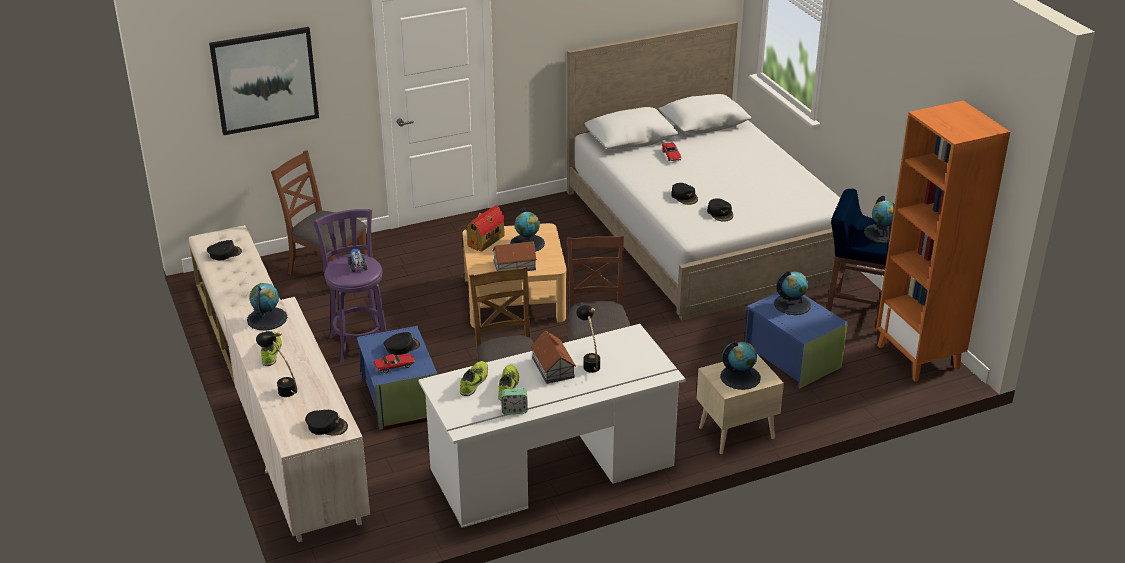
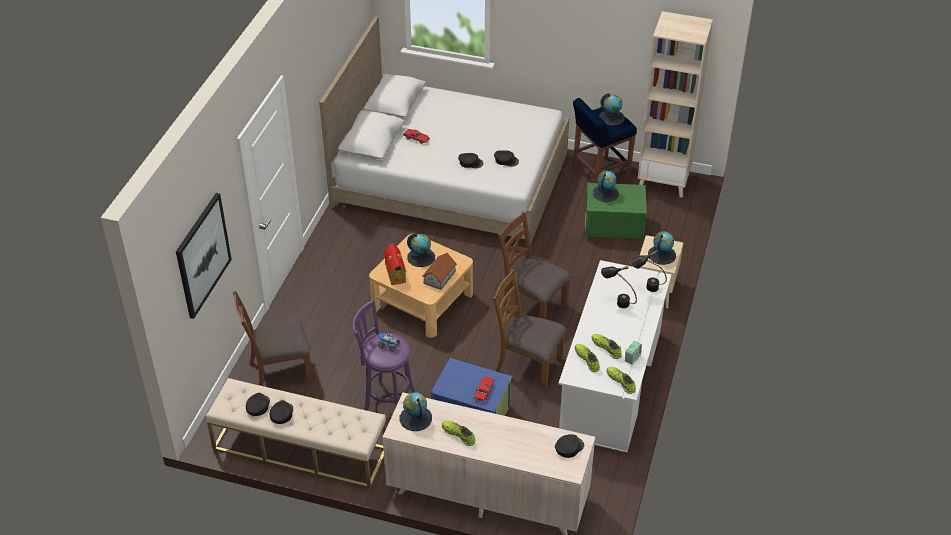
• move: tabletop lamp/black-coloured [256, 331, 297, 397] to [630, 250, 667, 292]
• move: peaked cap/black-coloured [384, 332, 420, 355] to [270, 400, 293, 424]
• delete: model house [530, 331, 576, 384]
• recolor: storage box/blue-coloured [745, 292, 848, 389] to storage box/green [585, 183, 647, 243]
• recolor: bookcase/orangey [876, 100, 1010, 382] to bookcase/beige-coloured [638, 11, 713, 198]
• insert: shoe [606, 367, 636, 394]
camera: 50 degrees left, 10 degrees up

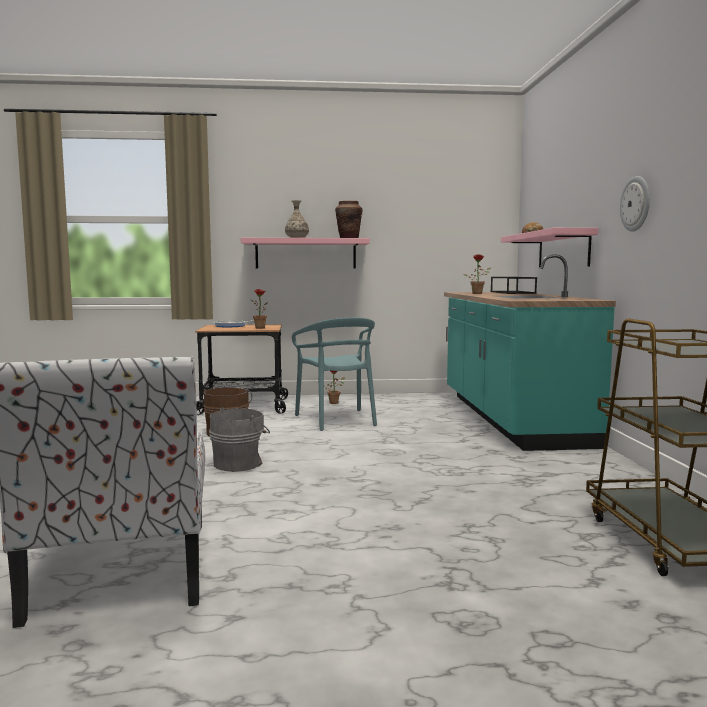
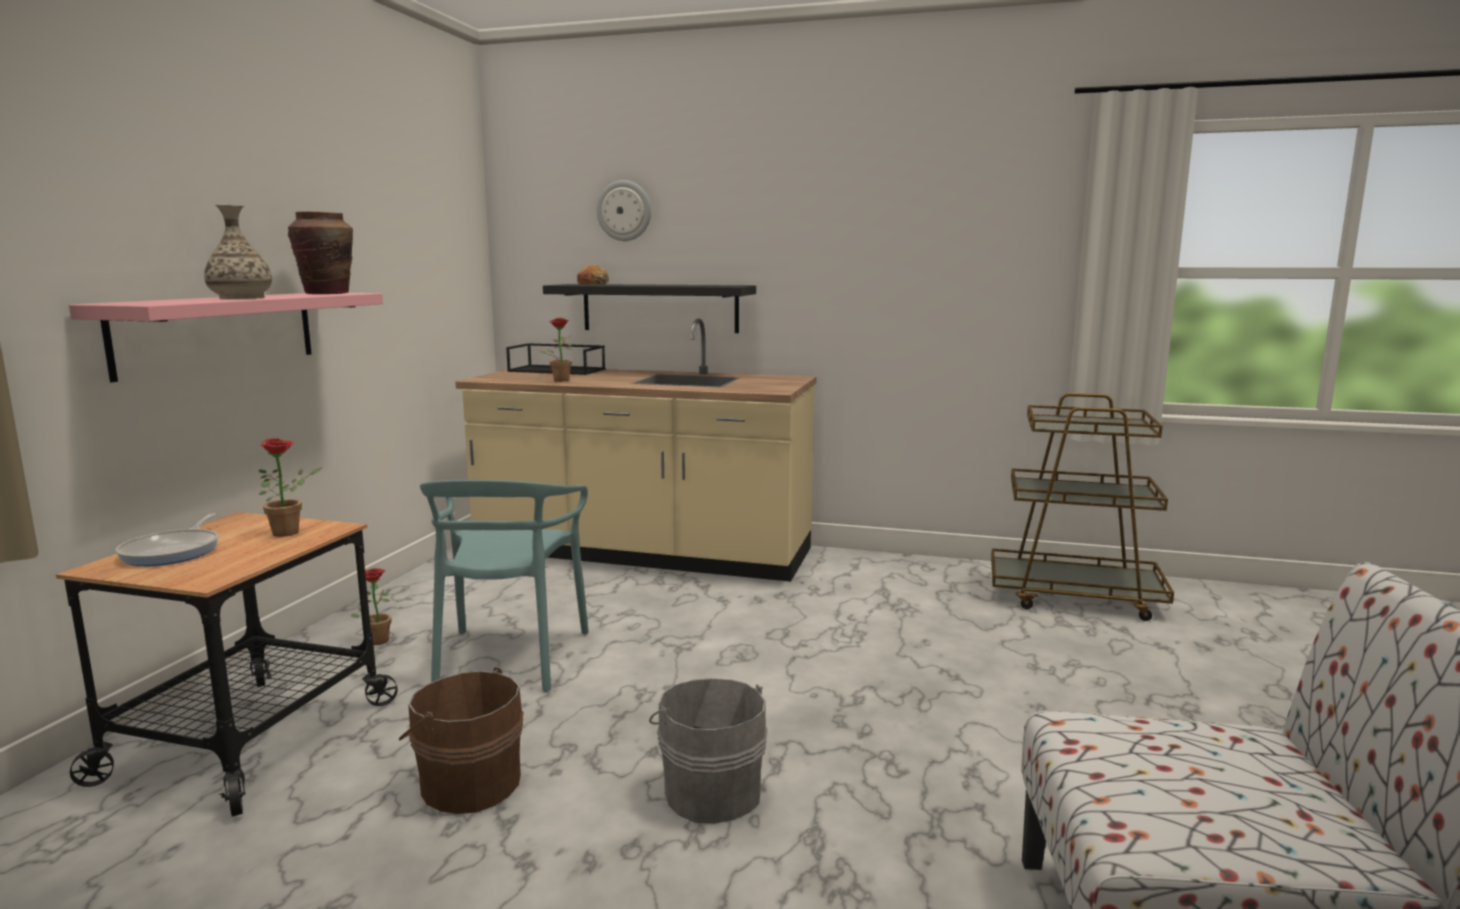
• rotate: chair/turquoise-coloured [292, 318, 377, 431] = [420, 480, 589, 692] 90 degrees clockwise
• recolor: counter/turquoise-coloured [444, 254, 616, 451] to counter/beige-coloured [455, 318, 817, 582]
• recolor: bracket shelf/pink-coloured [501, 228, 598, 268] to bracket shelf/black-coloured [543, 284, 756, 333]
• move: wall clock [620, 176, 650, 232] to [597, 180, 651, 241]
camera: 70 degrees left, 5 degrees up

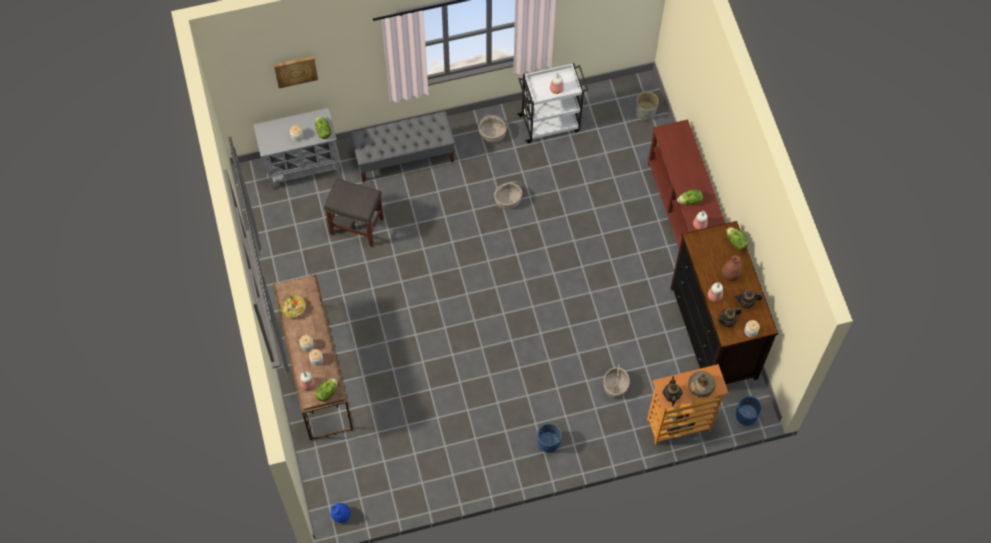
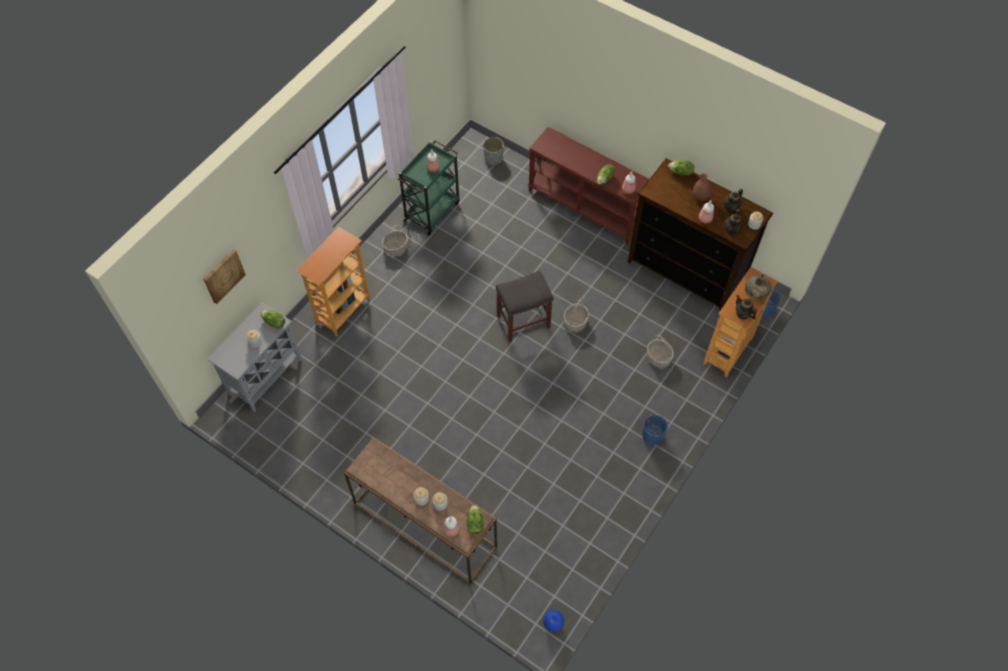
• delete: serving bowl [280, 294, 305, 318]
• move: stool seat/gray [324, 178, 384, 247] to [496, 270, 553, 343]
• replace: bench/gray [350, 111, 455, 183] to bookcase [296, 226, 370, 336]
• move: basket [494, 181, 522, 209] to [564, 298, 589, 332]
• recolor: wheeled cart/white-coloured [517, 63, 588, 143] to wheeled cart/green [398, 140, 459, 236]
camera: 40 degrees left, 5 degrees down

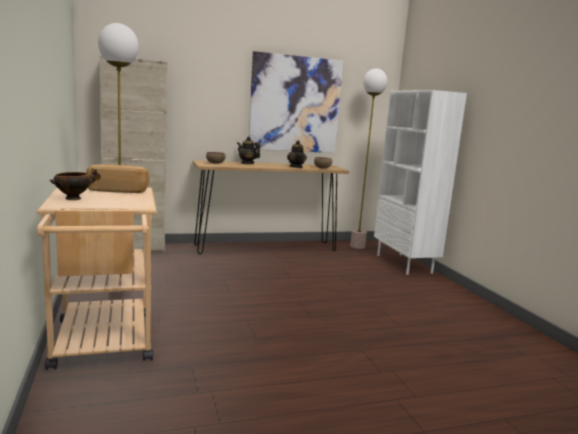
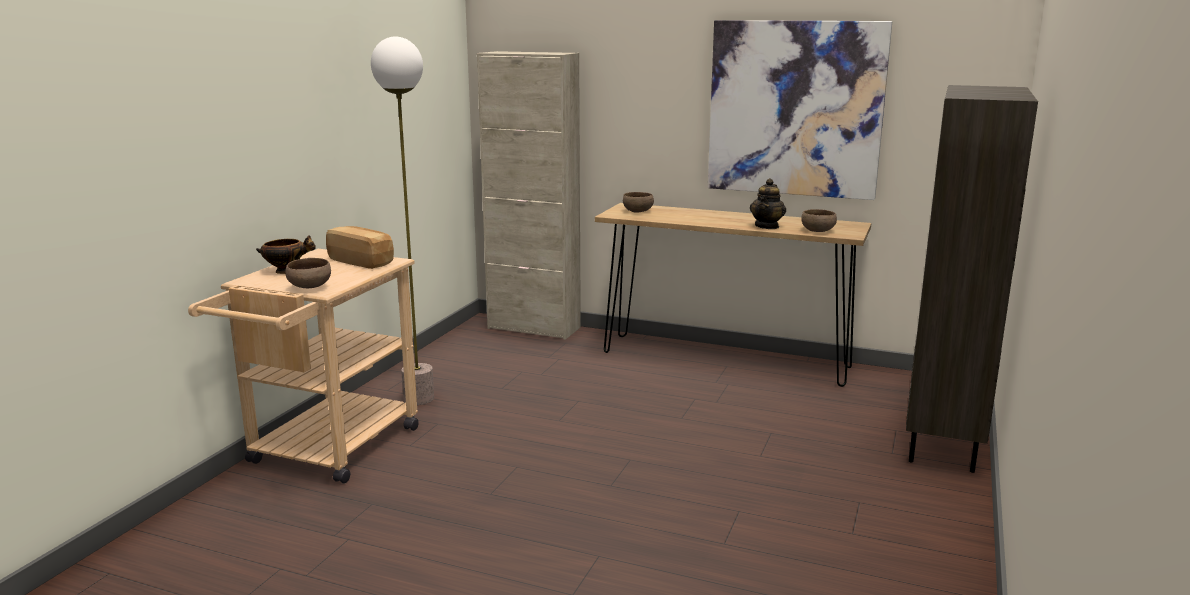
• delete: tea pot [237, 136, 260, 164]
• delete: standing lamp [350, 68, 387, 249]
• recolor: bookcase/white-coloured [374, 90, 467, 275] to bookcase/brown [906, 85, 1038, 473]
• insert: serving bowl/brown [286, 258, 331, 288]
camera: 40 degrees right, 5 degrees up

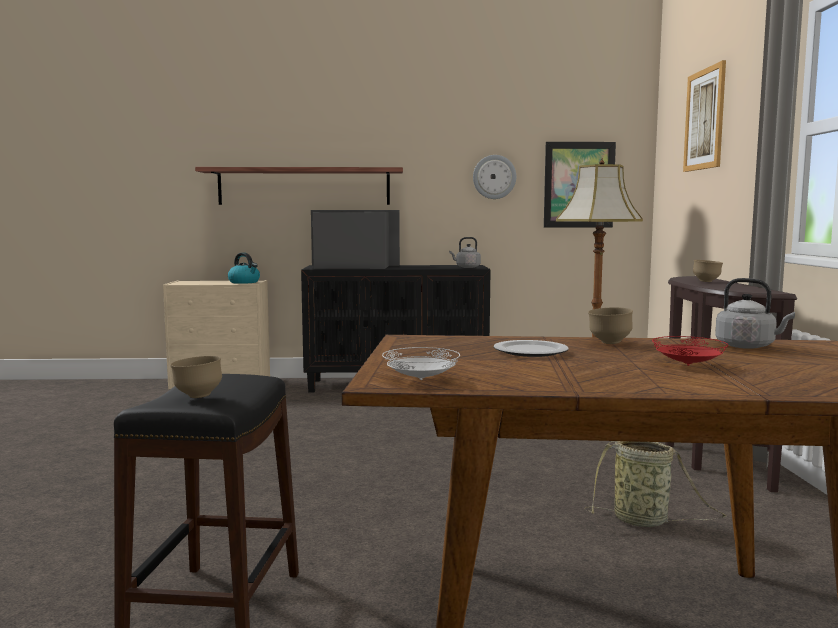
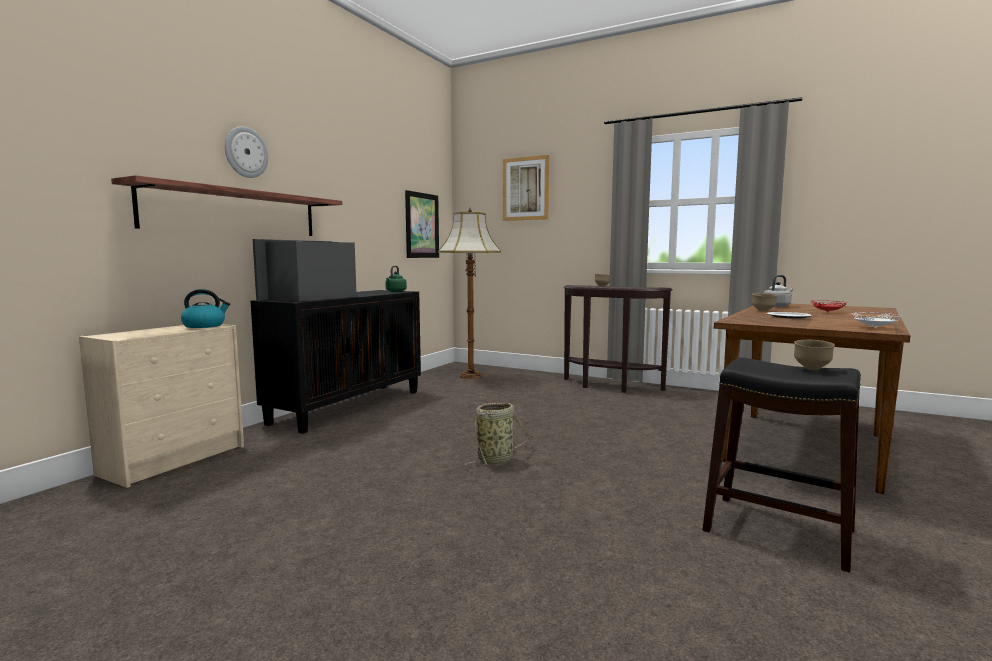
• recolor: water kettle/gray [449, 237, 481, 268] to water kettle/green [385, 266, 407, 292]
• move: wall clock [473, 155, 516, 199] to [225, 126, 268, 178]
• move: basket [584, 441, 726, 527] to [465, 403, 534, 467]
camera: 60 degrees left, 0 degrees up

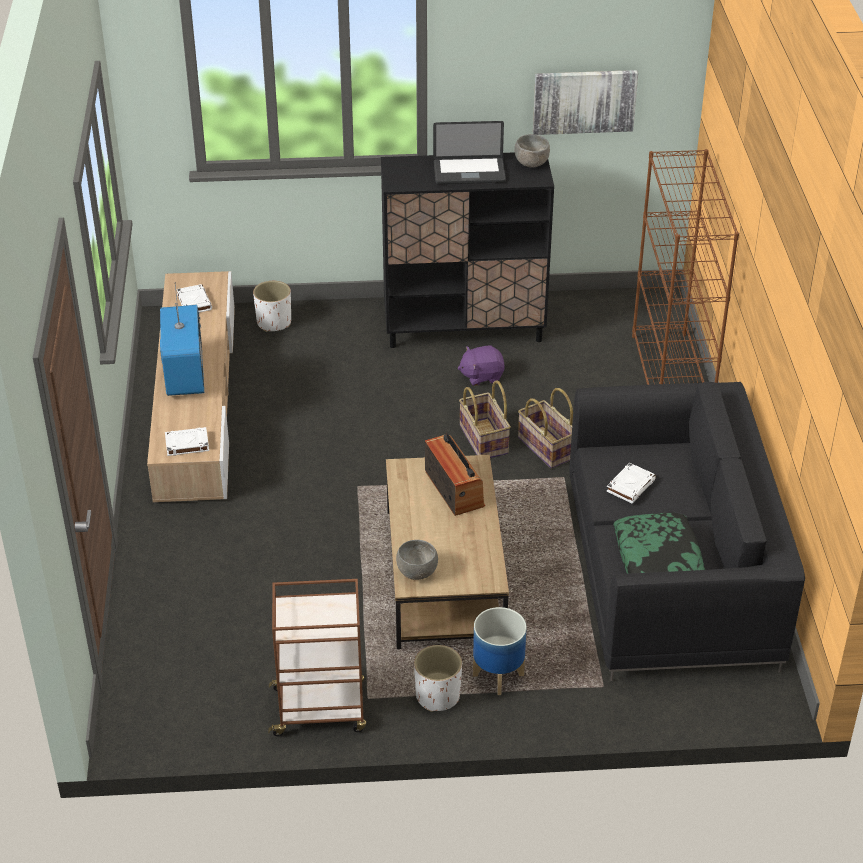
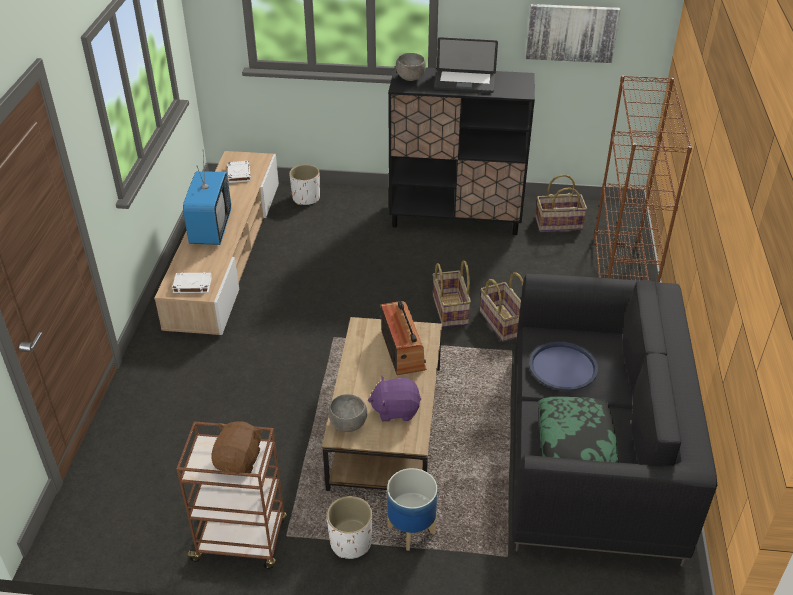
• move: plush toy/purple-coloured [458, 345, 504, 386] to [368, 376, 421, 422]
• move: serving bowl/gray [514, 134, 550, 168] to [396, 53, 426, 81]
• replace: volume/white-coloured [606, 463, 656, 503] to tray/blue-coloured [529, 342, 598, 391]
• insert: plush toy/brown [211, 421, 262, 473]
• insert: basket [535, 174, 587, 231]
camera: 10 degrees right, 0 degrees up

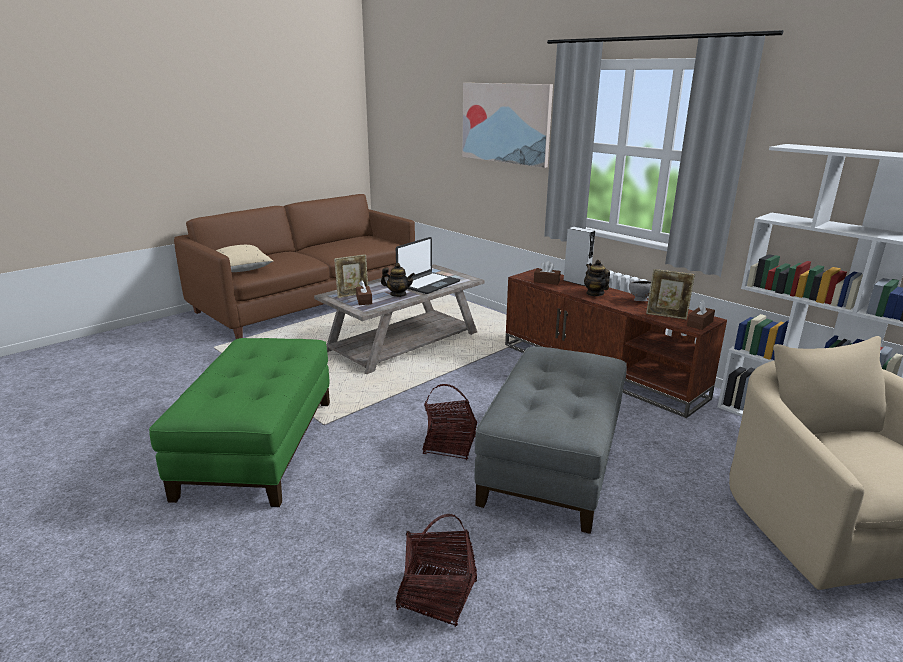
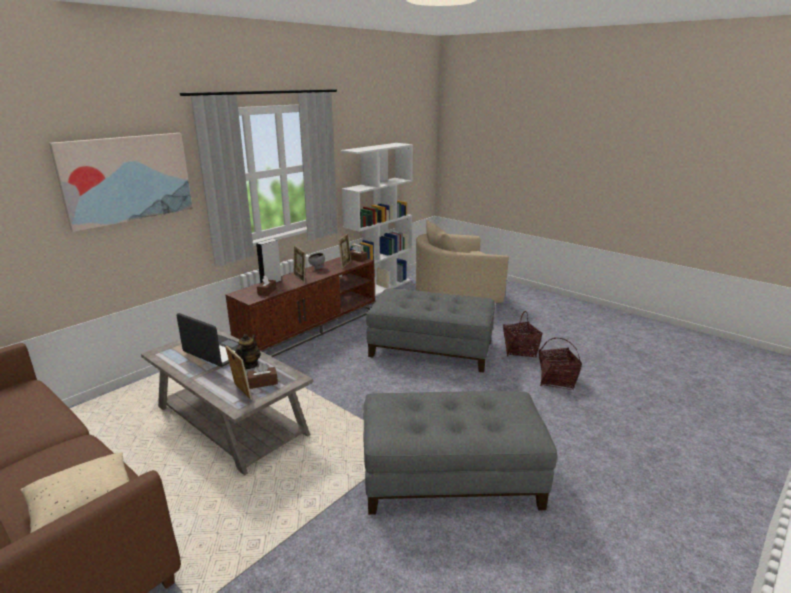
• recolor: ottoman/green [149, 338, 330, 507] to ottoman/gray [363, 391, 557, 515]
• move: basket [422, 384, 477, 460] to [503, 311, 542, 358]
• replace: tea pot [584, 260, 610, 296] to picture frame [293, 245, 306, 283]
camera: 95 degrees left, 0 degrees up

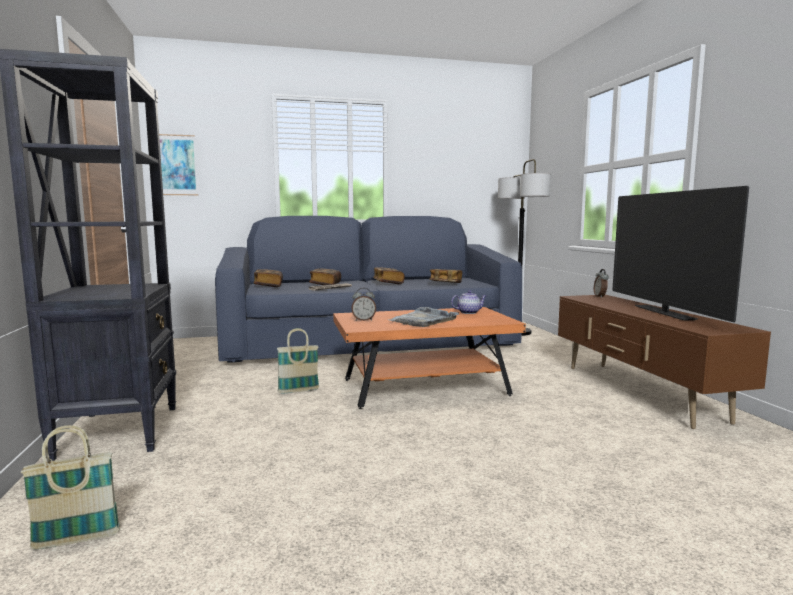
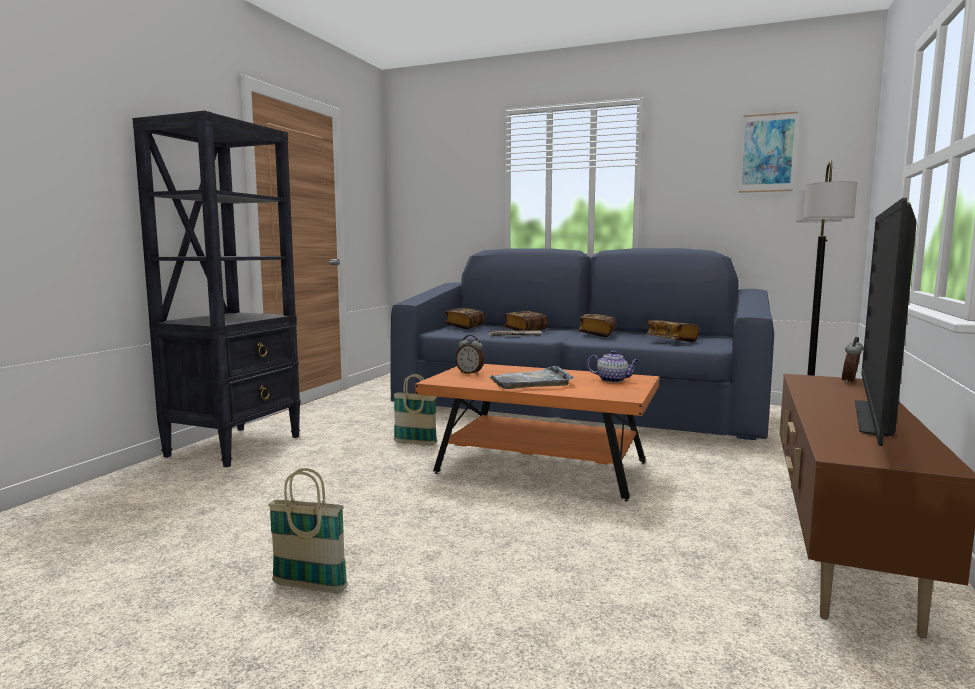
• move: basket [21, 425, 120, 549] to [268, 468, 348, 593]
• move: wall art [159, 134, 198, 195] to [739, 112, 798, 193]
camera: 35 degrees right, 0 degrees up

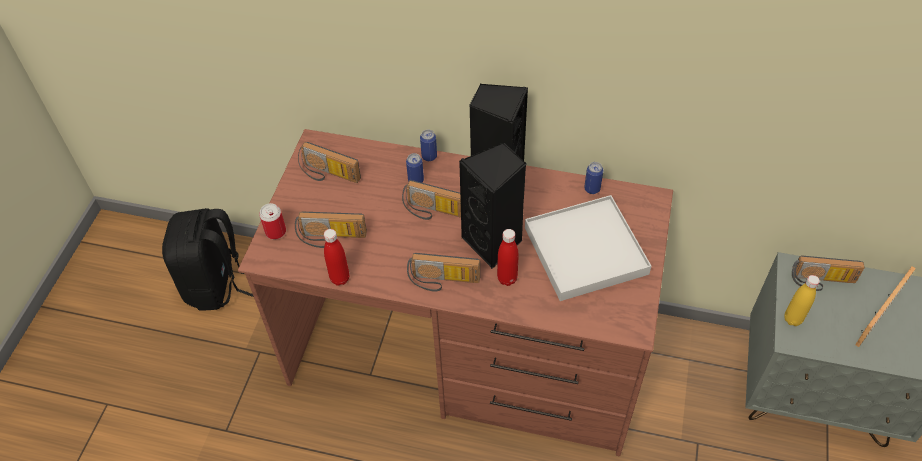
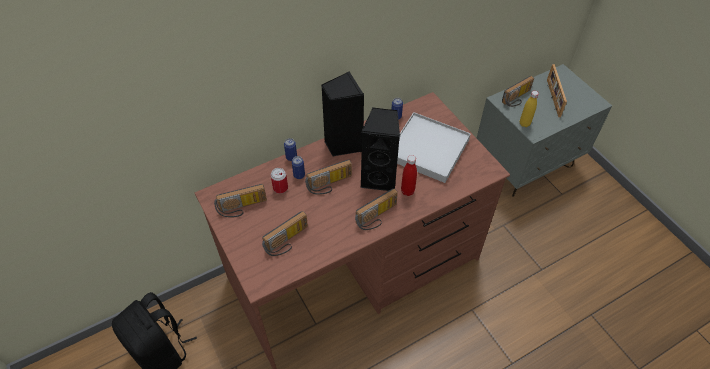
• move: sealed can [259, 203, 286, 239] to [271, 168, 288, 194]
• delete: bottle/red [324, 229, 350, 286]
camera: 45 degrees left, 0 degrees up

